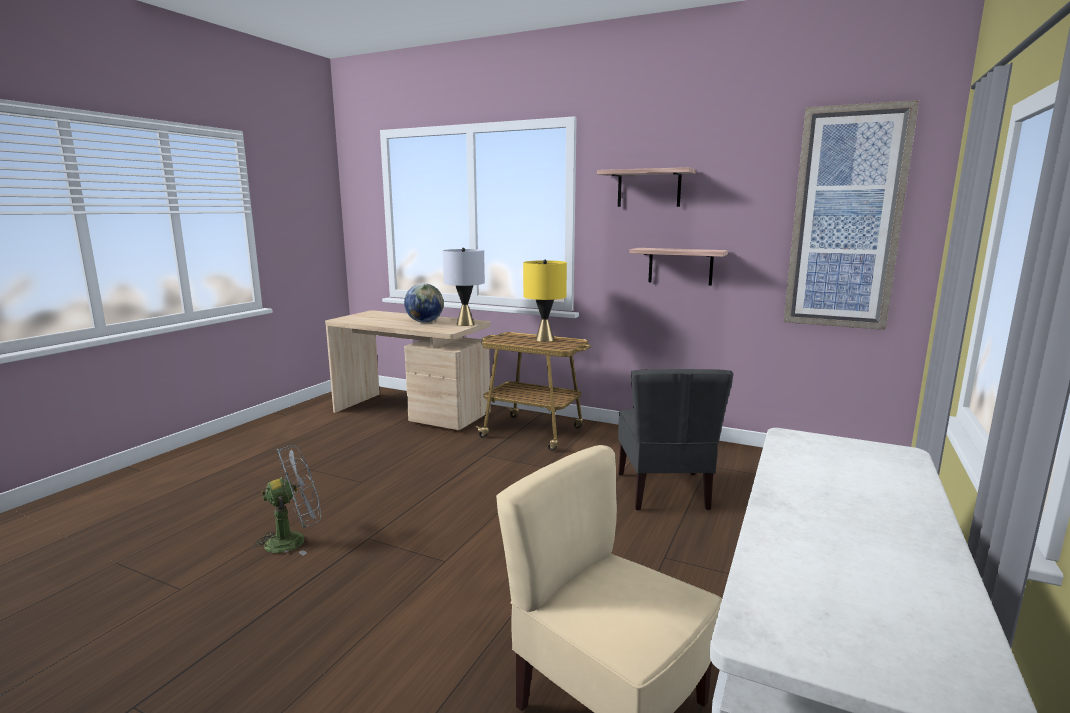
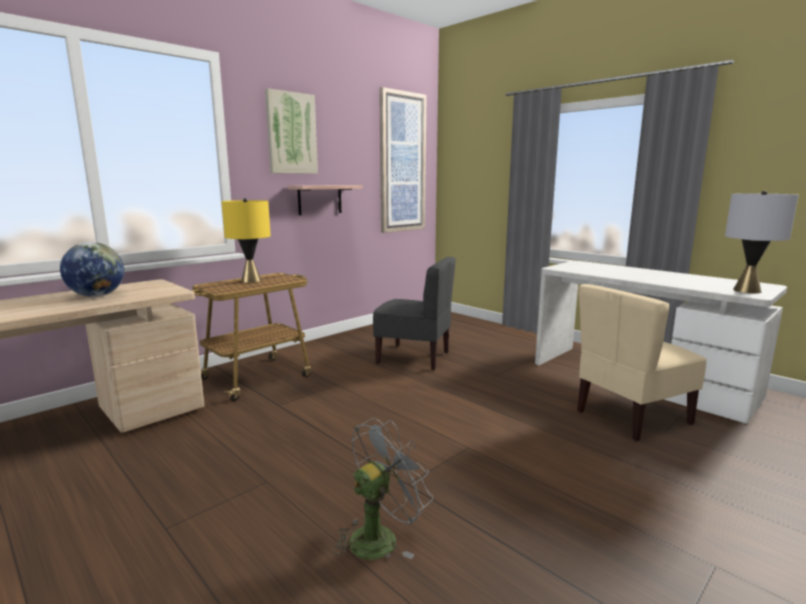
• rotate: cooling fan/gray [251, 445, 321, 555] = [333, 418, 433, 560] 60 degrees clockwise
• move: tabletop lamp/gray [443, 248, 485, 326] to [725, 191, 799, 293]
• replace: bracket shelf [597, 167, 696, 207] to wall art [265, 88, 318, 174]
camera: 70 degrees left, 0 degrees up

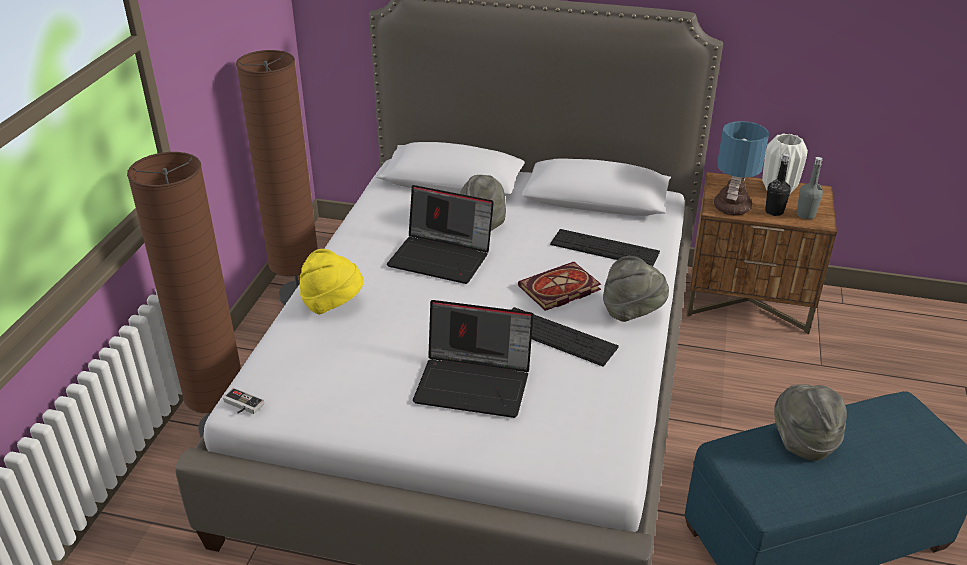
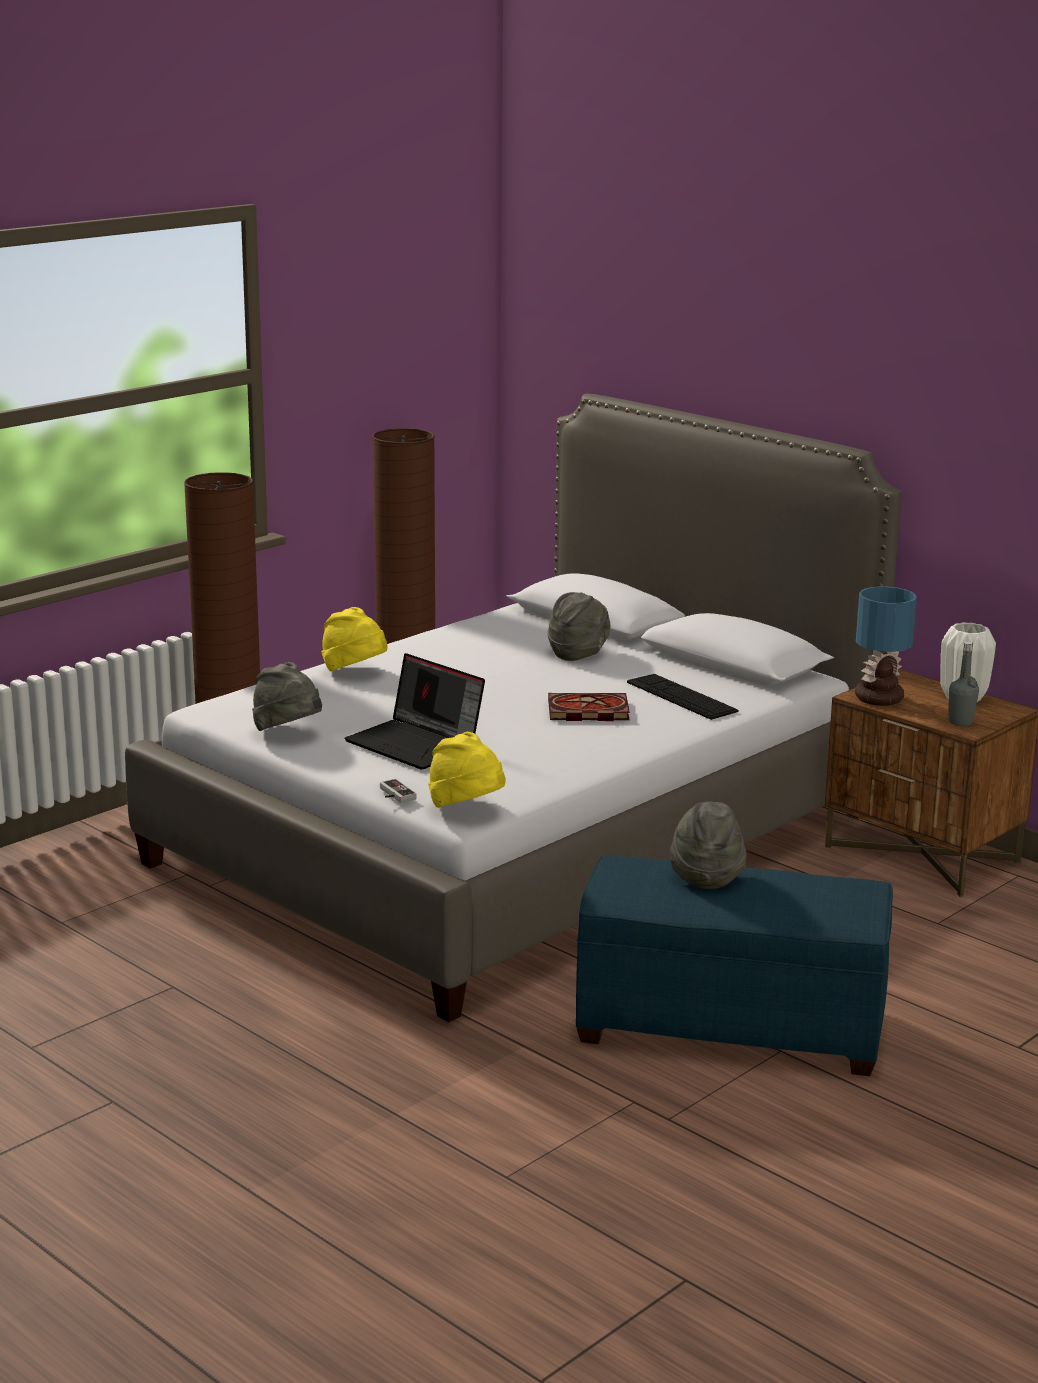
• move: game controller [223, 388, 264, 414] to [380, 779, 417, 803]
• delete: laptop [387, 185, 494, 284]
• delete: keyboard [512, 307, 619, 366]
• move: hat/gray [603, 256, 669, 322] to [252, 662, 322, 731]
• delete: bottle/black-coloured [765, 154, 791, 216]
• insert: hat/yellow [428, 732, 506, 808]
camera: 30 degrees right, 15 degrees down

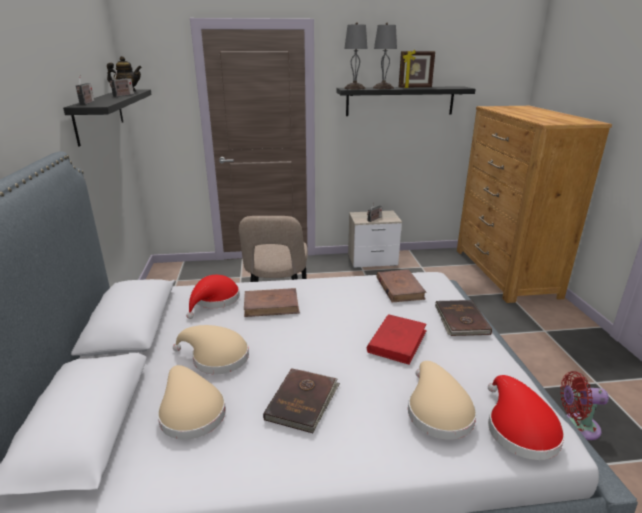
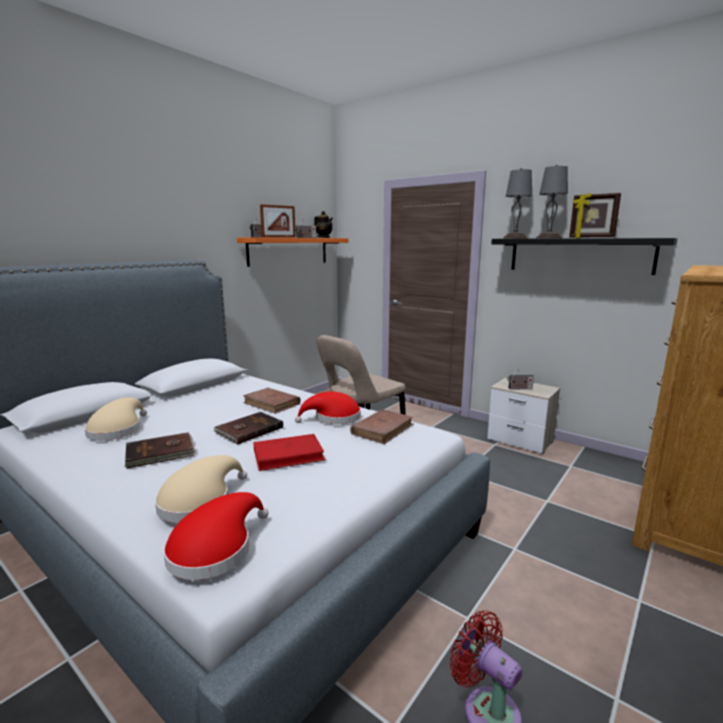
• recolor: bracket shelf/black-coloured [63, 89, 152, 147] to bracket shelf/orangey [237, 238, 348, 267]
• delete: hat/beige-coloured [173, 325, 249, 374]
• move: hat/red [186, 275, 240, 319] to [295, 392, 361, 424]
• move: volume/brown [435, 300, 492, 336] to [213, 412, 283, 445]
• insert: picture frame [260, 204, 296, 238]
camera: 45 degrees right, 10 degrees down

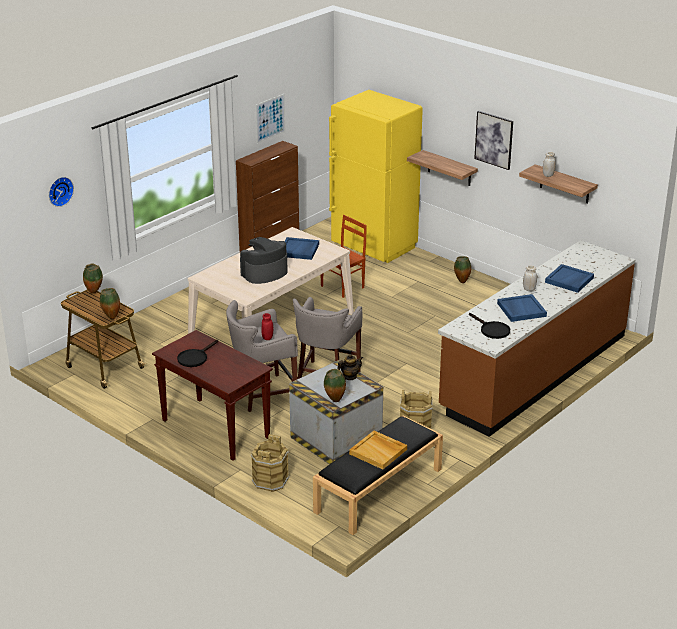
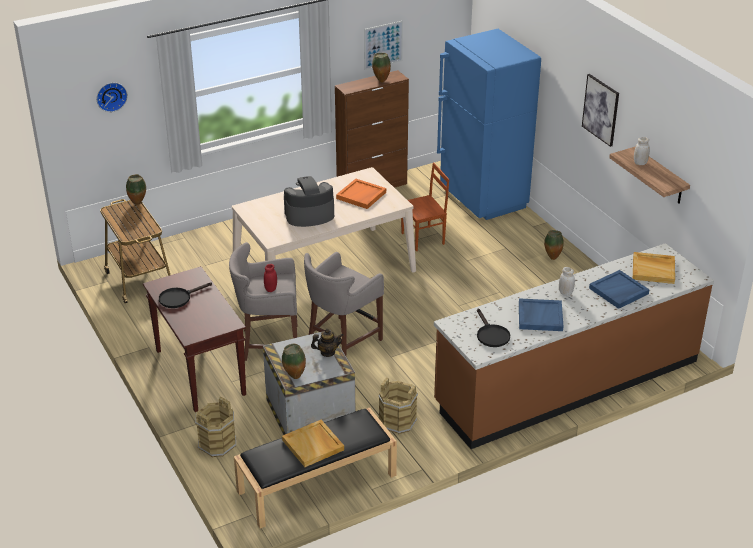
• move: decorative vase [100, 288, 120, 319] to [372, 53, 391, 82]
• recolor: tray/blue-coloured [285, 237, 319, 260] to tray/orangey [336, 179, 386, 209]
• recolor: kitchen fridge/yellow [329, 90, 423, 263] to kitchen fridge/blue-coloured [437, 29, 541, 220]
• delete: bracket shelf [407, 150, 478, 186]
• insert: tray/beige-coloured [633, 252, 675, 284]
camera: 20 degrees right, 5 degrees up

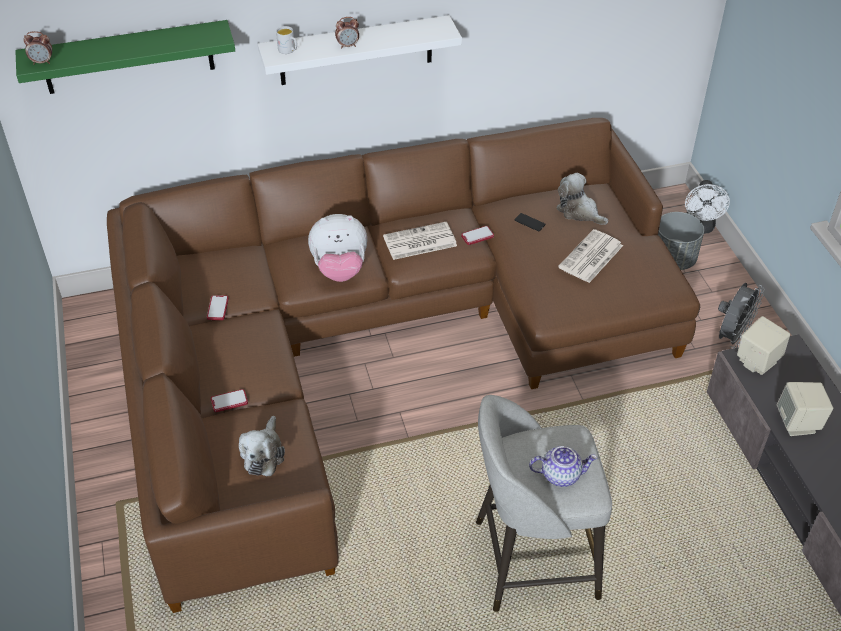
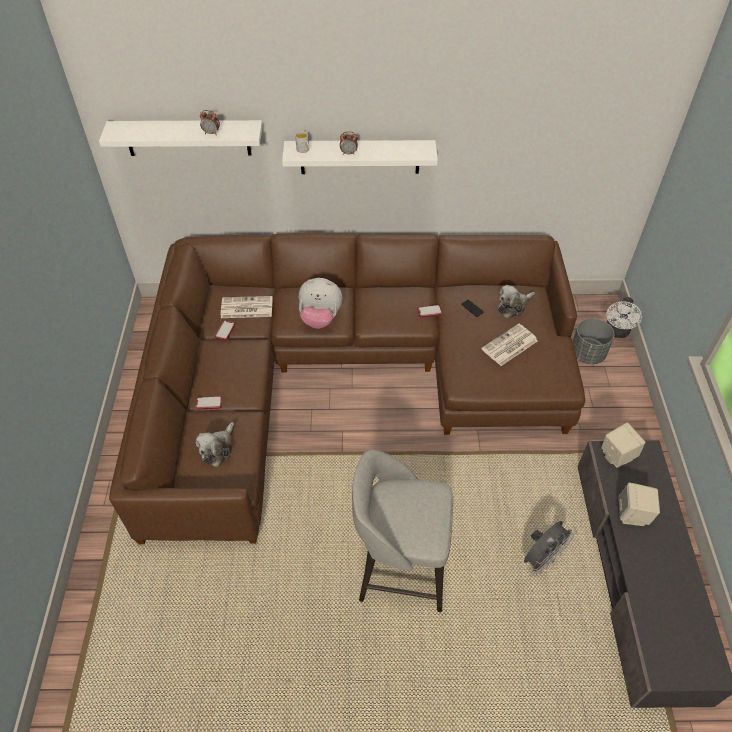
• recolor: bracket shelf/green [15, 20, 235, 94] to bracket shelf/white-coloured [99, 120, 263, 156]
• move: table clock [23, 31, 52, 65] to [200, 110, 220, 135]
• move: printed paper [383, 222, 457, 260] to [221, 296, 273, 318]
• delete: tea pot [529, 446, 597, 487]
• rotate: plush toy [556, 173, 608, 225] = [498, 285, 535, 318] 90 degrees counterclockwise
• move: cooling fan/gray [718, 283, 765, 348] to [524, 521, 576, 576]
camera: 15 degrees right, 5 degrees up

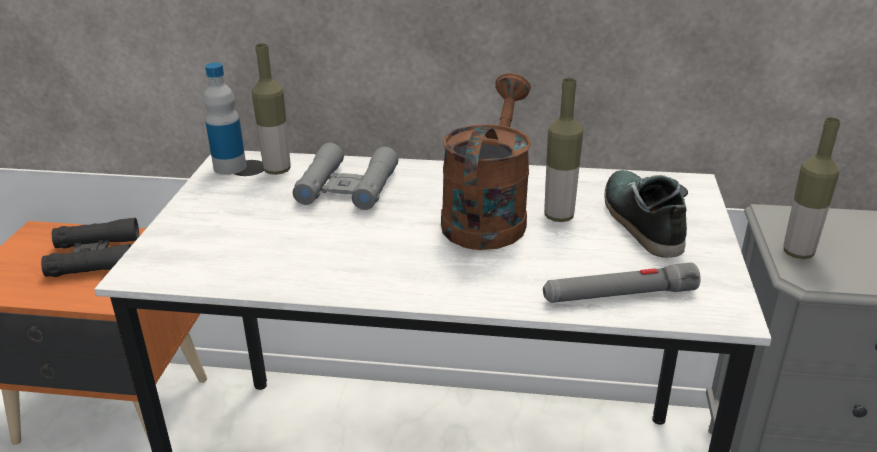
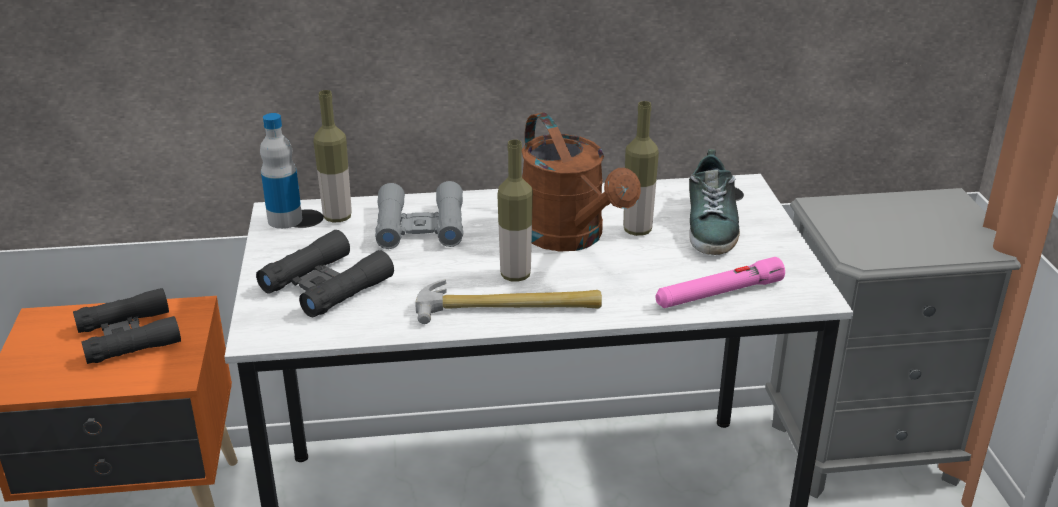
• rotate: watering can/brown [441, 73, 531, 250] = [522, 112, 641, 252] 150 degrees clockwise
• recolor: hand torch/gray [543, 262, 701, 303] to hand torch/pink-coloured [656, 257, 785, 308]
• rotate: shoe [604, 170, 687, 258] = [689, 149, 740, 255] 150 degrees counterclockwise
• move: bottle [784, 117, 840, 259] to [497, 139, 533, 282]
• insert: field glasses/black-coloured [256, 230, 394, 317]
• insert: tool hammer [415, 279, 602, 324]
camera: 15 degrees left, 0 degrees up

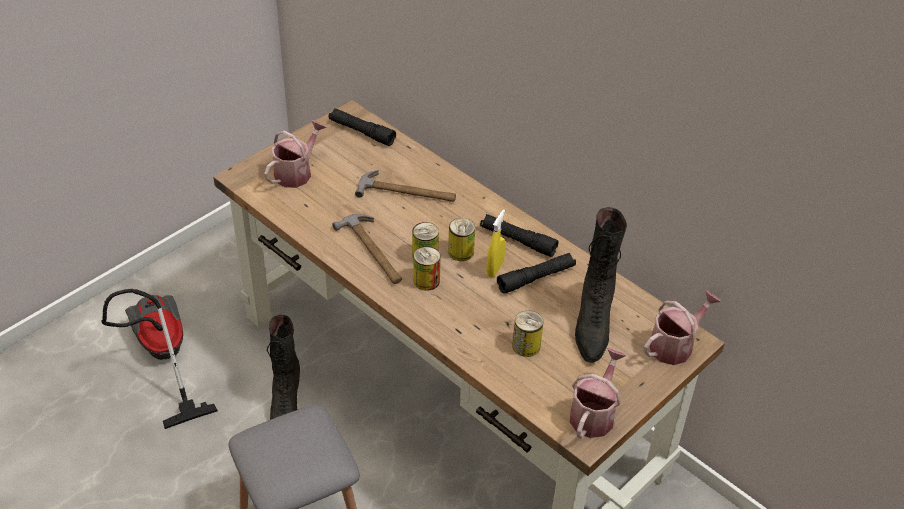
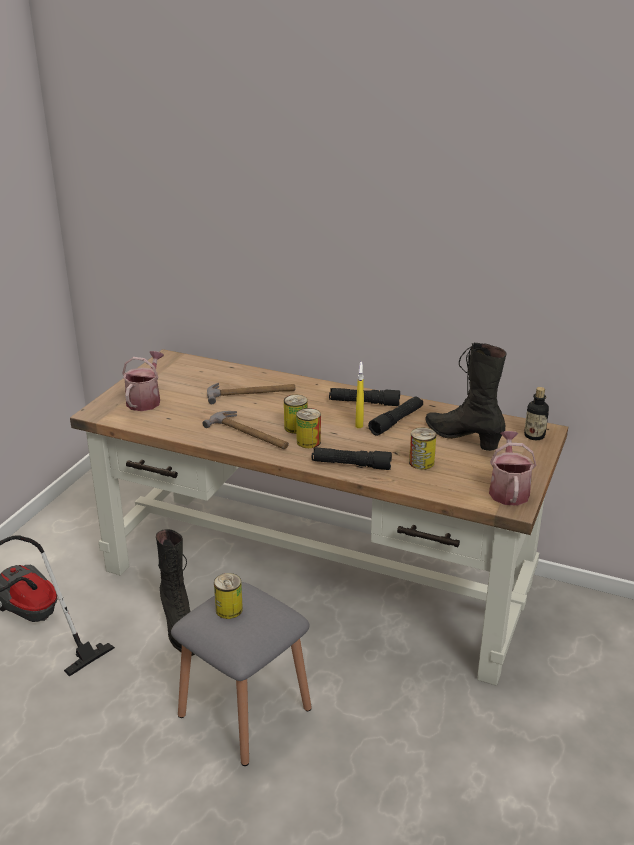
• move: hand torch/black-coloured [329, 108, 396, 146] to [312, 448, 392, 470]
• move: sealed can [448, 218, 475, 261] to [214, 573, 243, 619]
• rotate: high-top boot/black-coloured [575, 207, 627, 363] = [425, 343, 506, 451] 150 degrees clockwise
• replace: watering can [643, 290, 721, 365] to bottle [524, 387, 549, 440]
camera: 20 degrees left, 15 degrees down

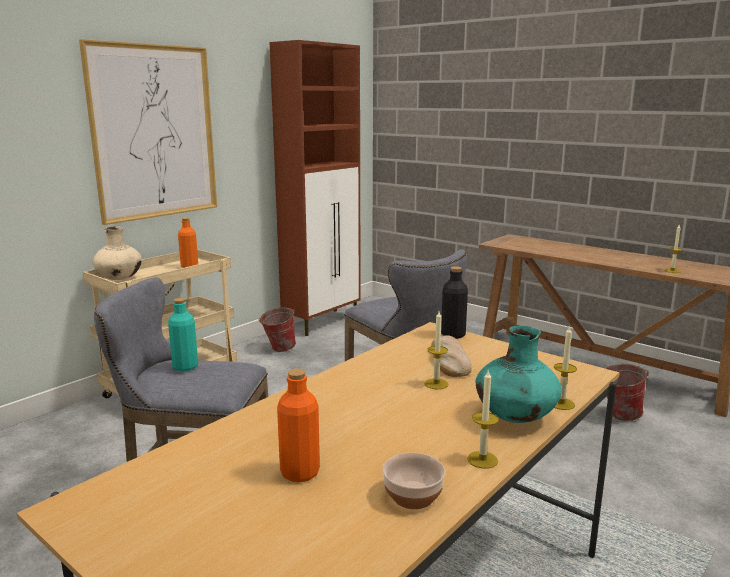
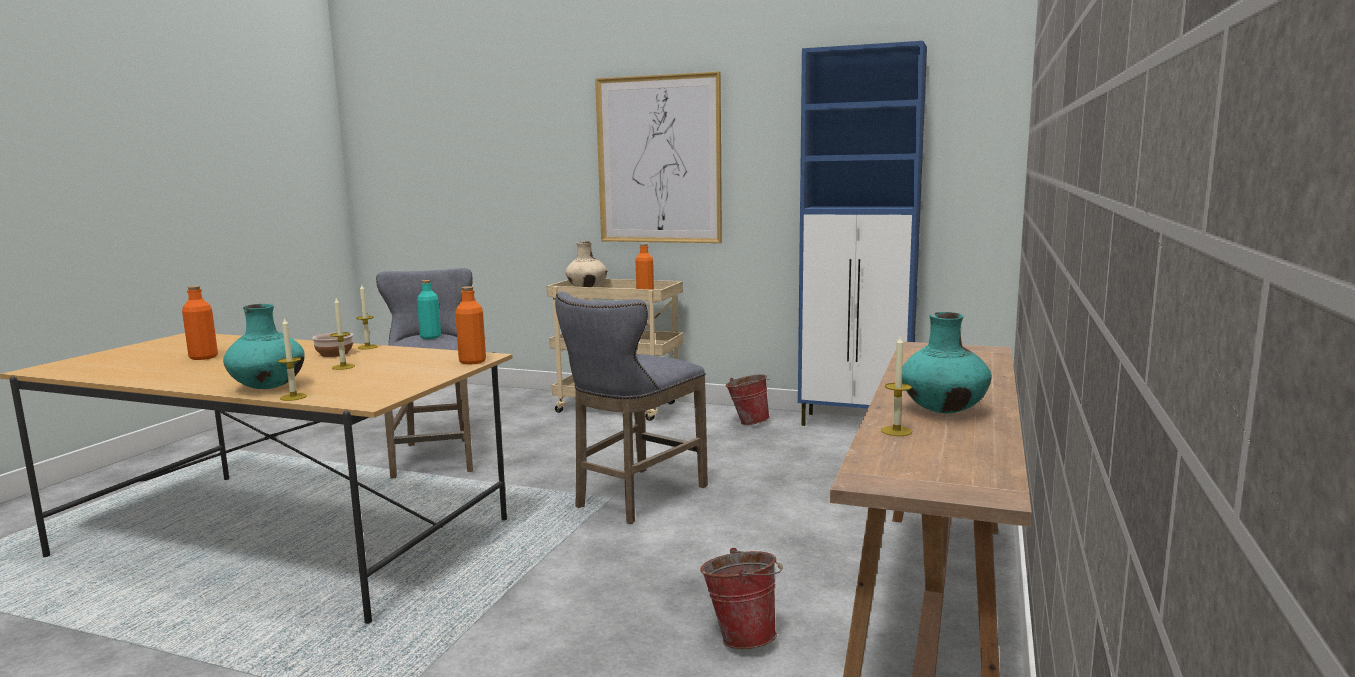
• recolor: storage cabinet/brown [270, 40, 361, 336] to storage cabinet/blue-coloured [798, 41, 927, 426]
• move: serving bowl [382, 453, 445, 509] to [312, 332, 353, 357]
• delete: baked bread [431, 335, 472, 377]
• recolor: bottle/black-coloured [441, 266, 468, 339] to bottle/orangey [455, 286, 486, 365]
• move: wax candle [467, 371, 499, 469] to [356, 283, 378, 349]
• insert: decorative vase/turquoise-coloured [902, 312, 992, 413]
camera: 70 degrees right, 5 degrees down

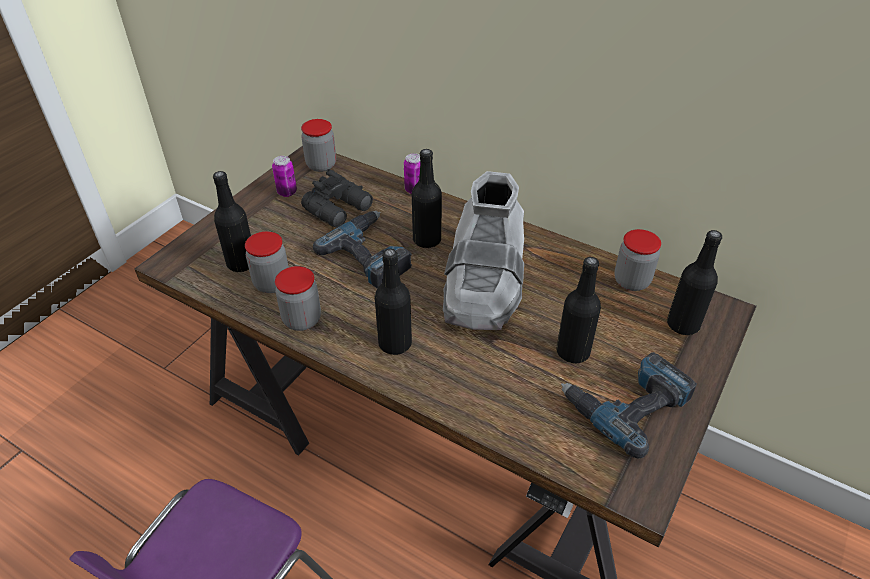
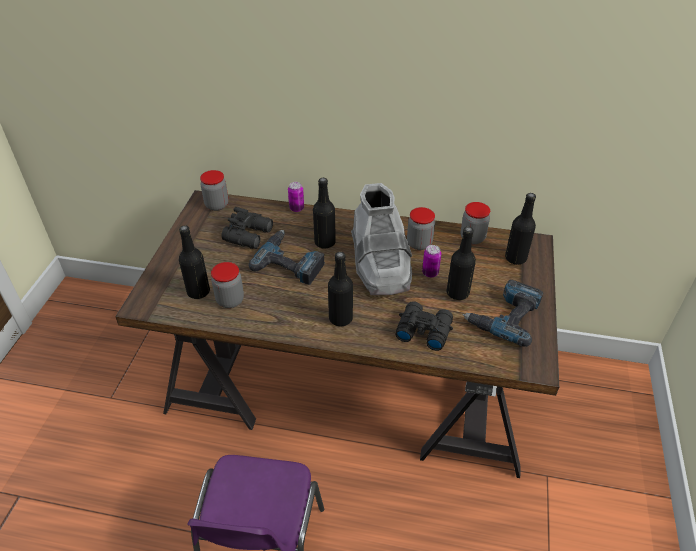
• move: sealed can [272, 156, 297, 197] to [422, 245, 441, 278]
• move: storage jar [275, 266, 321, 331] to [407, 207, 435, 250]
• insert: field glasses/black-coloured [395, 302, 453, 351]
camera: 20 degrees left, 0 degrees up

